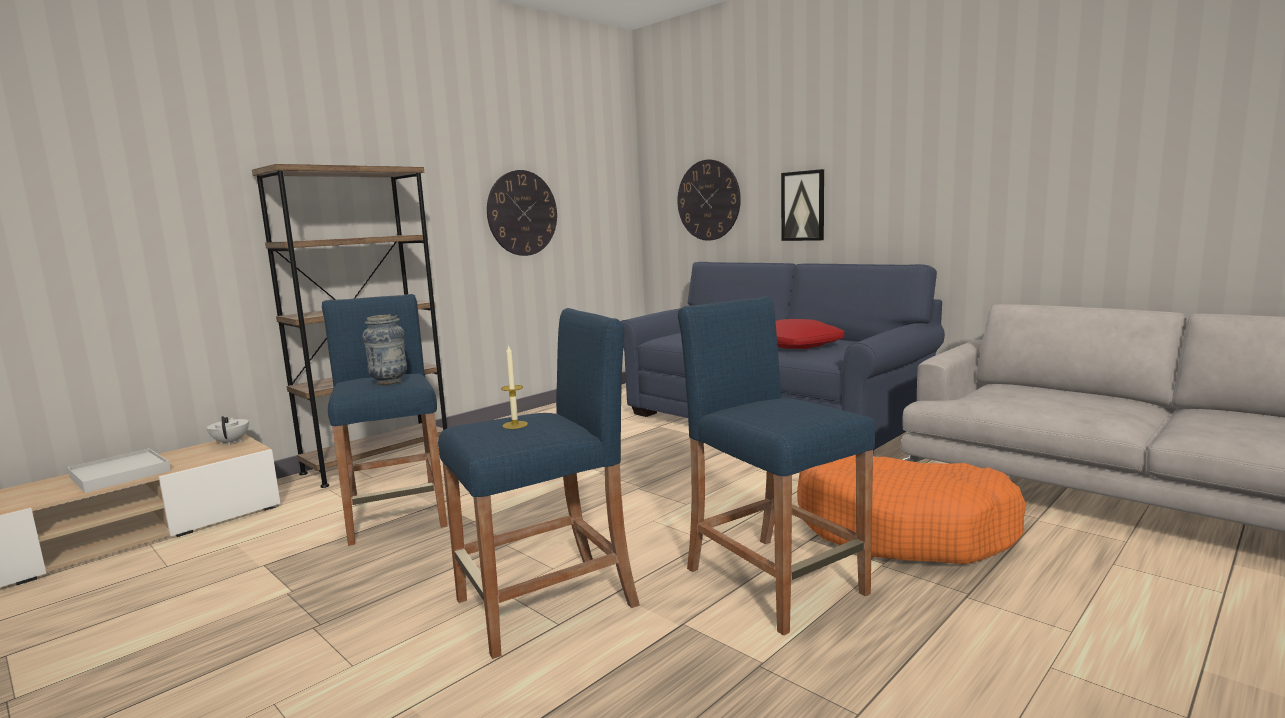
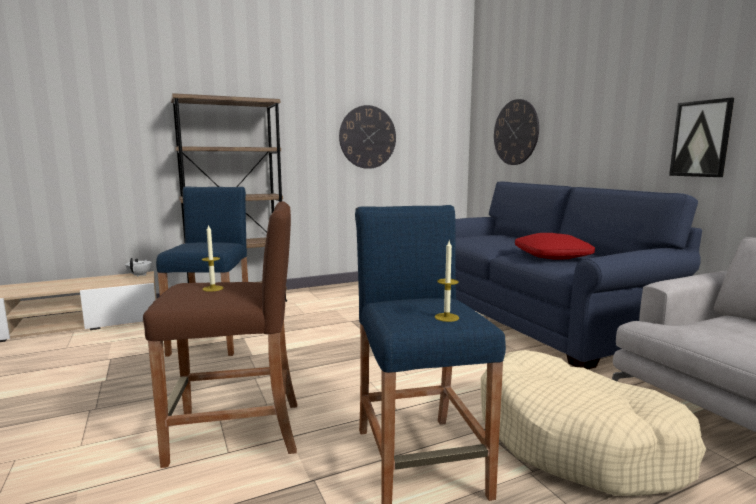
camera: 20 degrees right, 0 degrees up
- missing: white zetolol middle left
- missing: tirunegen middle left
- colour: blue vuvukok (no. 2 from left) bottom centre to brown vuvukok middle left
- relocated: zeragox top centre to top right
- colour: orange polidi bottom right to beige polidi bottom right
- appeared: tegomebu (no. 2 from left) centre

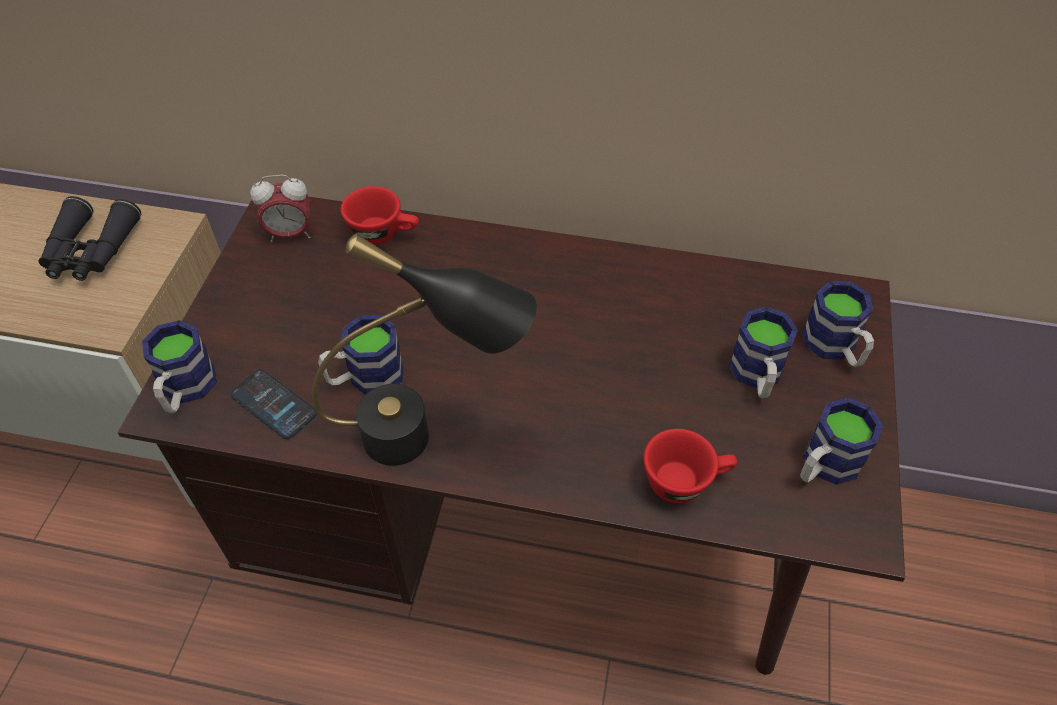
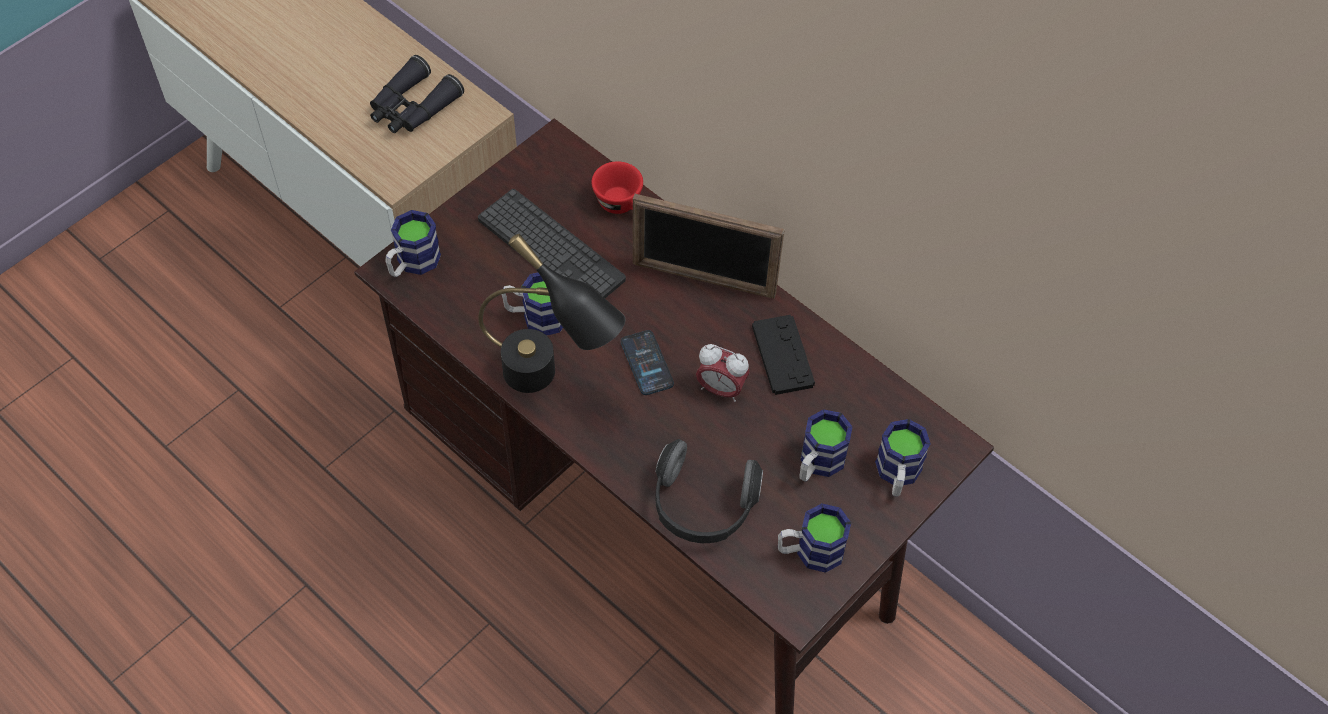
camera: 30 degrees right, 5 degrees up
- relocated: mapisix middle left to centre
- relocated: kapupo top left to centre
- exchanged: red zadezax (no. 2 from left) centre to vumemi bottom centre
- appeared: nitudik centre
- appeared: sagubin centre
- appeared: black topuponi centre

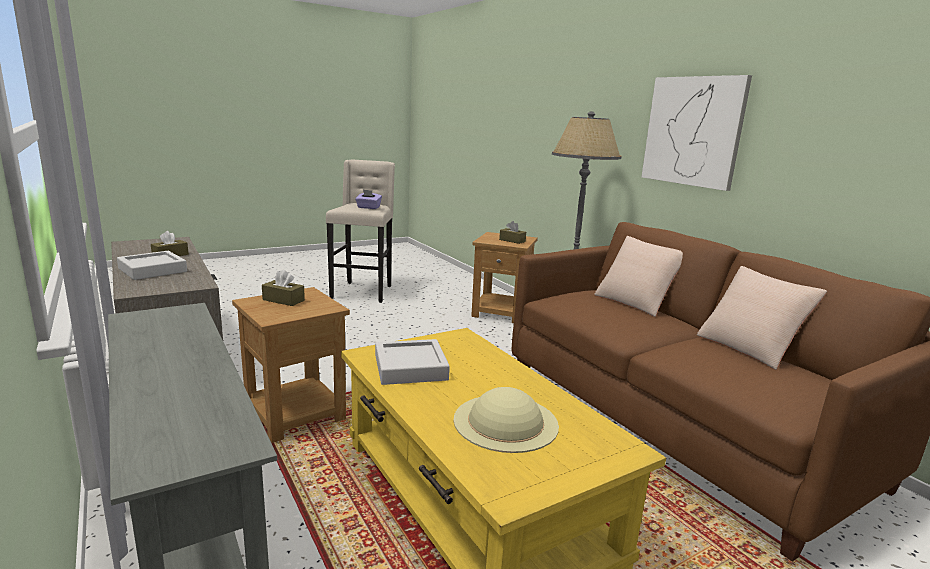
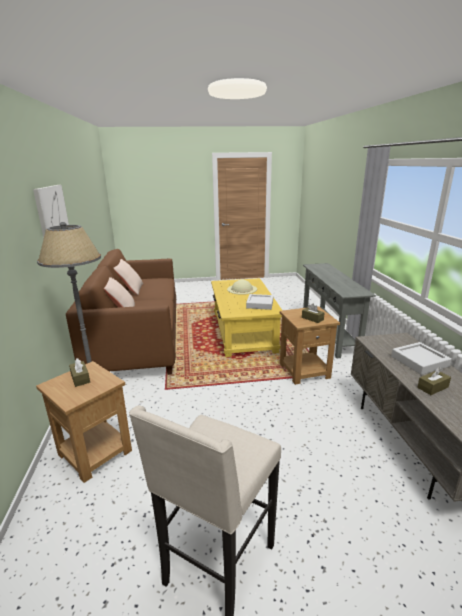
camera: 155 degrees left, 5 degrees up
- missing: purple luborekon centre

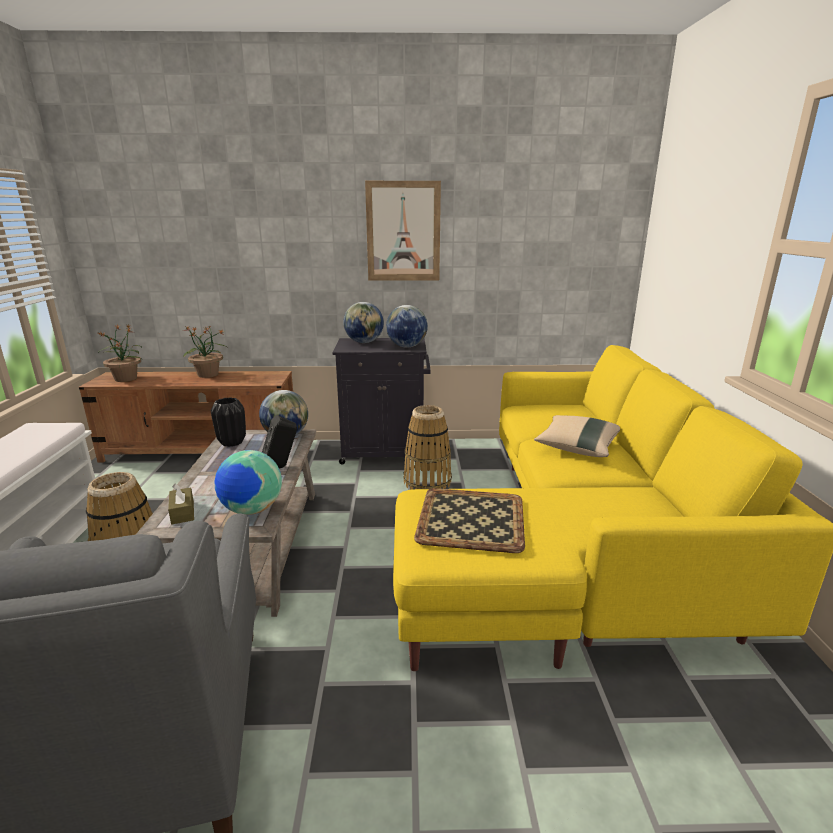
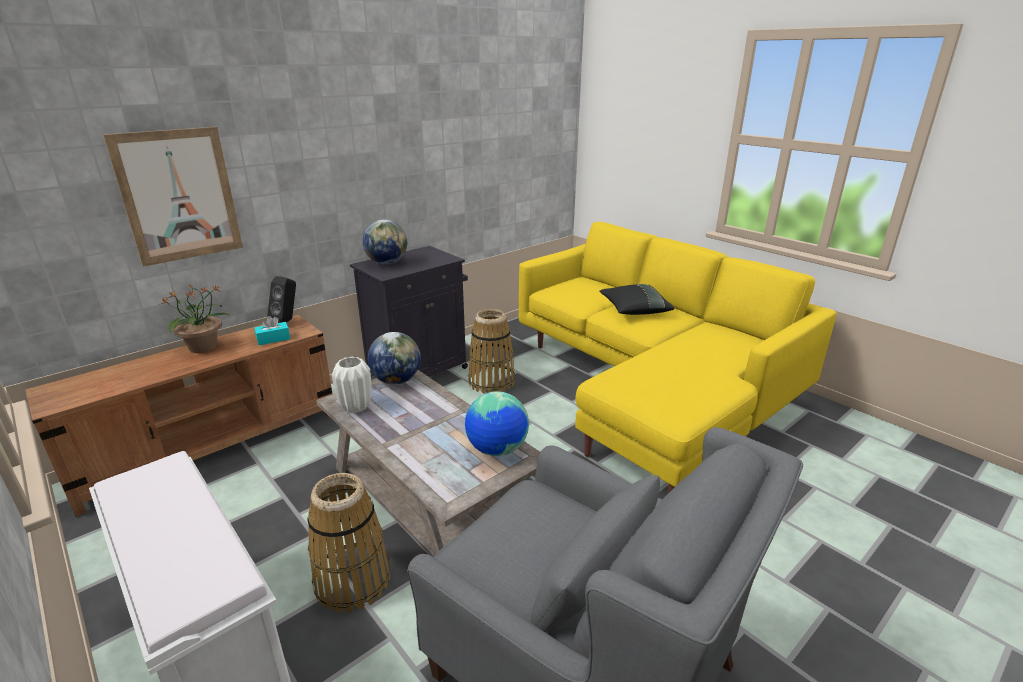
camera: 40 degrees left, 5 degrees up
- missing: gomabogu (no. 1 from left) middle left
- missing: brown luborekon middle left
- colour: black tirunegen middle left to white tirunegen centre
- relocated: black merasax centre to middle left
- relocated: zeragox top centre to top left
- missing: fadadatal (no. 4 from left) centre
- missing: zetolol centre
- colour: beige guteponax middle right to black guteponax centre
- appeared: turquoise luborekon middle left

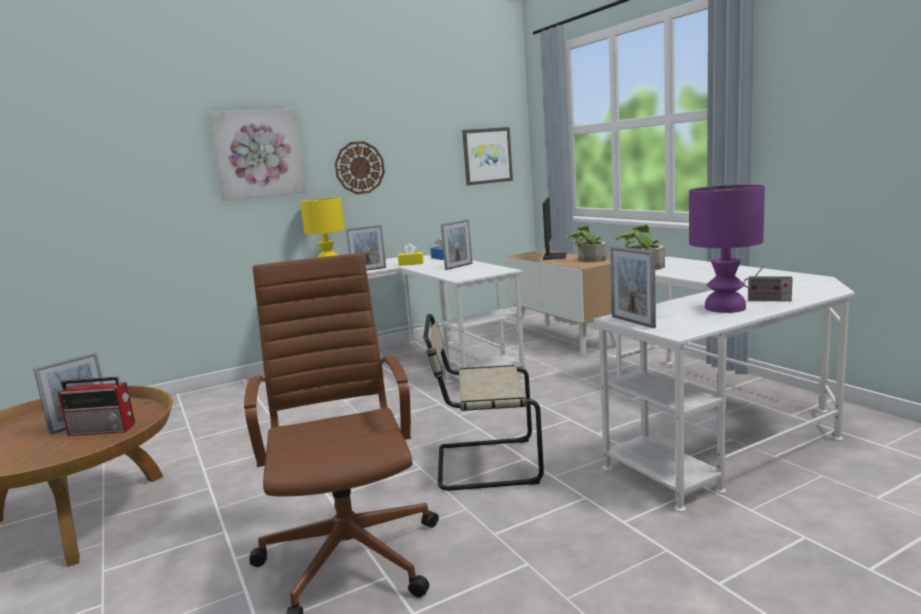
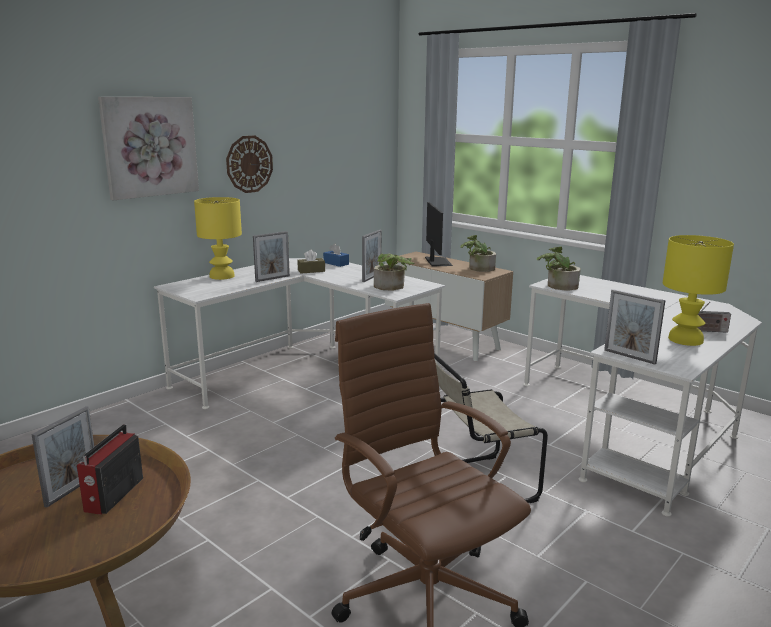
camera: 20 degrees left, 5 degrees up
- spun: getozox (no. 1 from left) middle left = bottom left 120 degrees clockwise
- colour: yellow luborekon centre to brown luborekon centre
- missing: zeragox (no. 2 from left) top centre
- colour: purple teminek middle right to yellow teminek (no. 2 from left) middle right
- appeared: gomabogu (no. 1 from left) centre

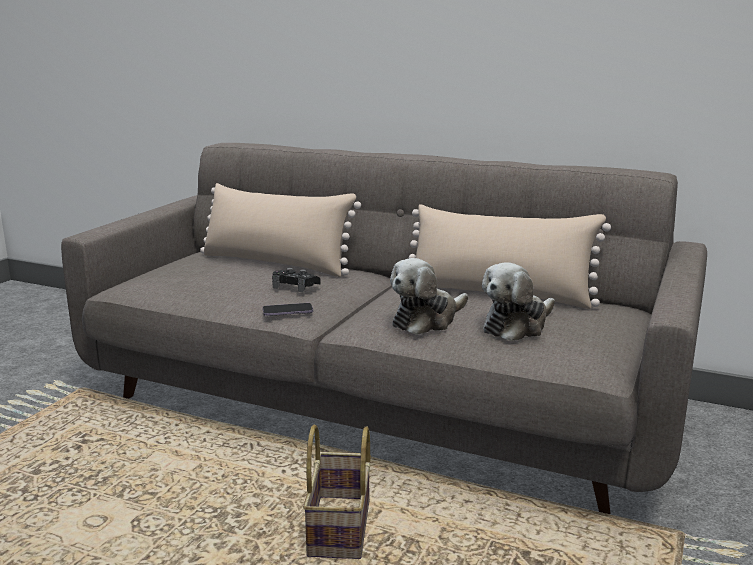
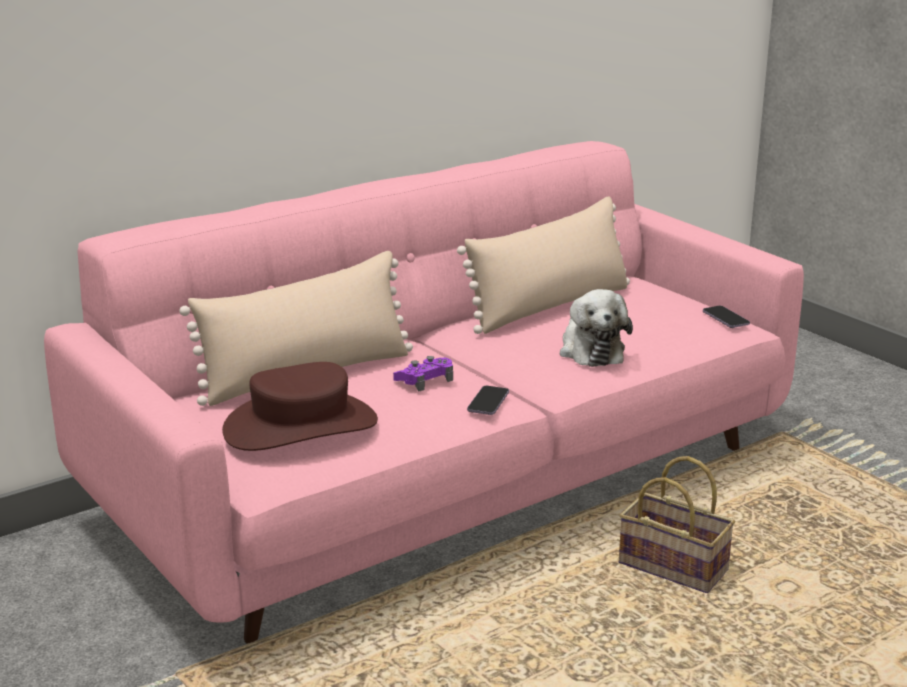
camera: 60 degrees left, 5 degrees up
- colour: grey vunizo centre to pink vunizo centre
- colour: black topuponi centre to purple topuponi centre
- missing: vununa (no. 2 from left) middle right
- appeared: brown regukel middle left
- appeared: mapisix (no. 2 from left) middle right

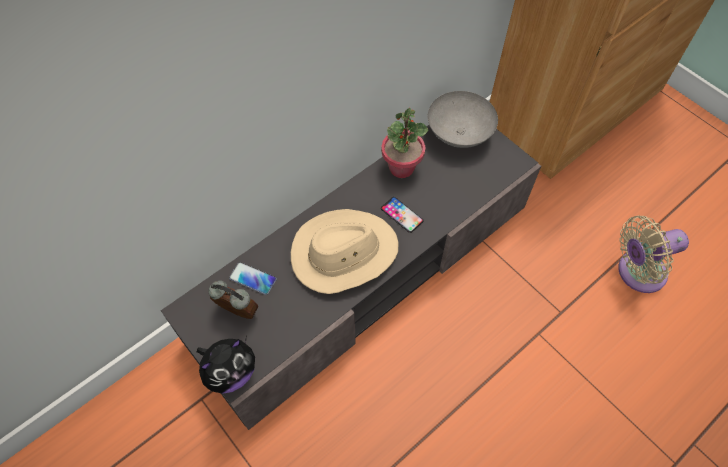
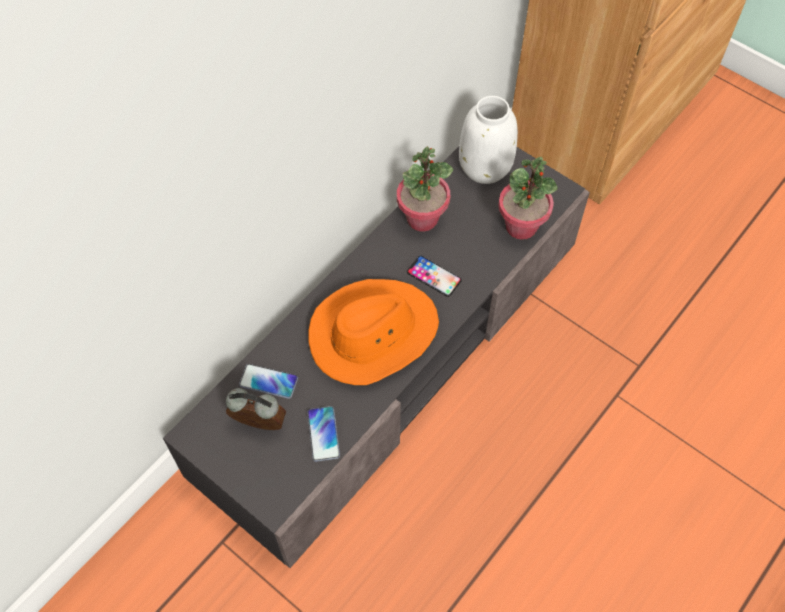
camera: 10 degrees left, 0 degrees up
- missing: vununa bottom left
- colour: beige regukel centre to orange regukel centre
- exchanged: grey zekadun top centre to white tirunegen top centre
- missing: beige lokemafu middle right
- appeared: mapisix (no. 2 from left) bottom centre
- appeared: gomabogu (no. 2 from left) top right

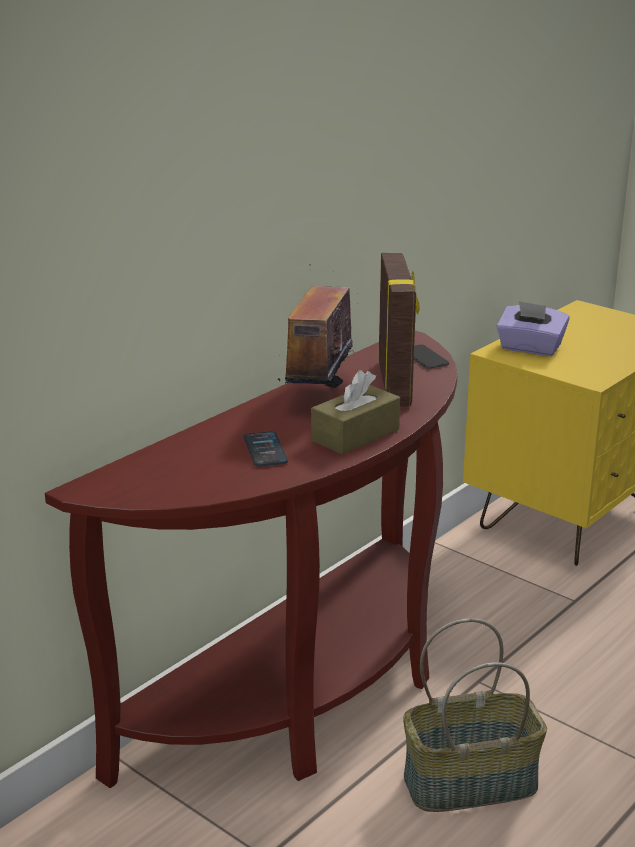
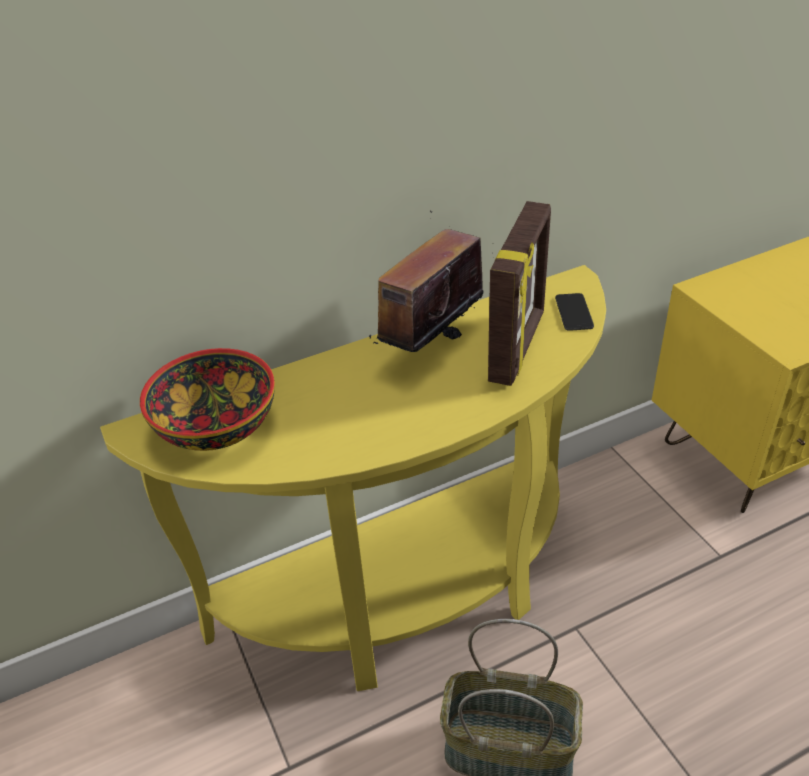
camera: 25 degrees right, 15 degrees up
- colour: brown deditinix centre to yellow deditinix centre
- missing: mapisix (no. 1 from left) centre
- missing: brown luborekon centre
- missing: purple luborekon middle right
- appeared: zekadun middle left

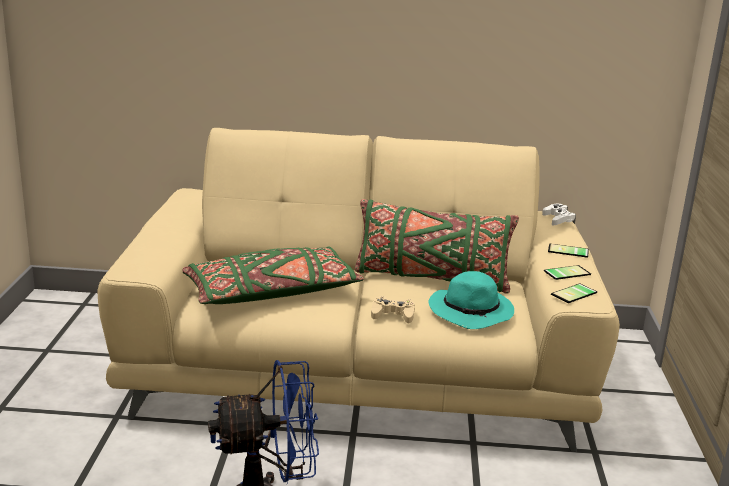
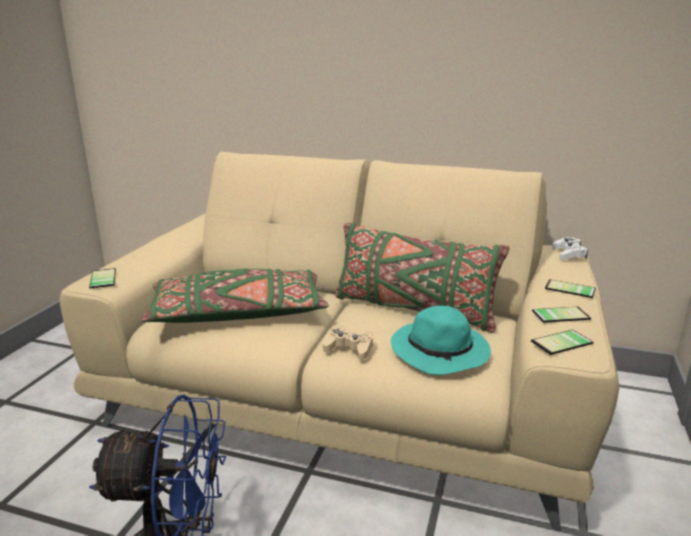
camera: 15 degrees right, 0 degrees up
- appeared: mapisix (no. 1 from left) middle left

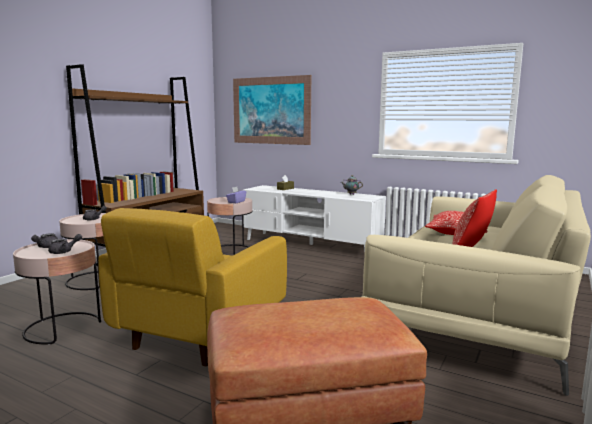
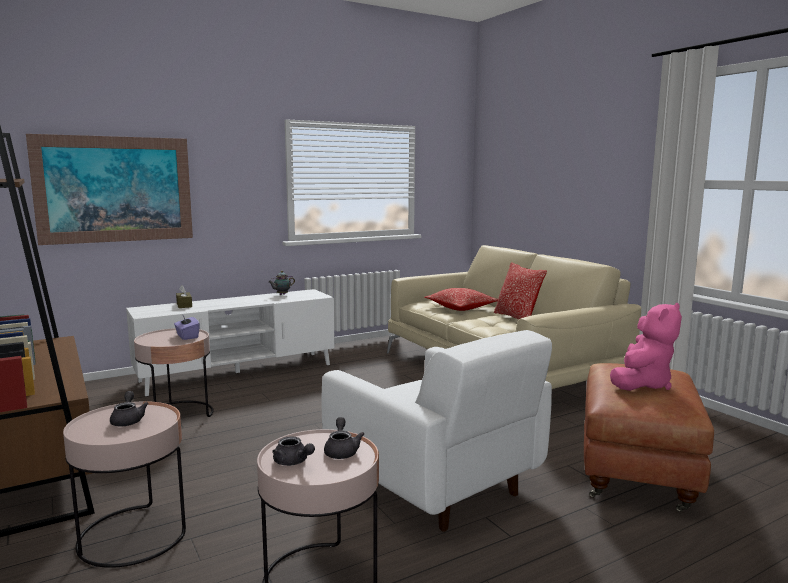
camera: 60 degrees left, 0 degrees up
- colour: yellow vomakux bottom left to white vomakux bottom centre
- appeared: pink vununa middle right

